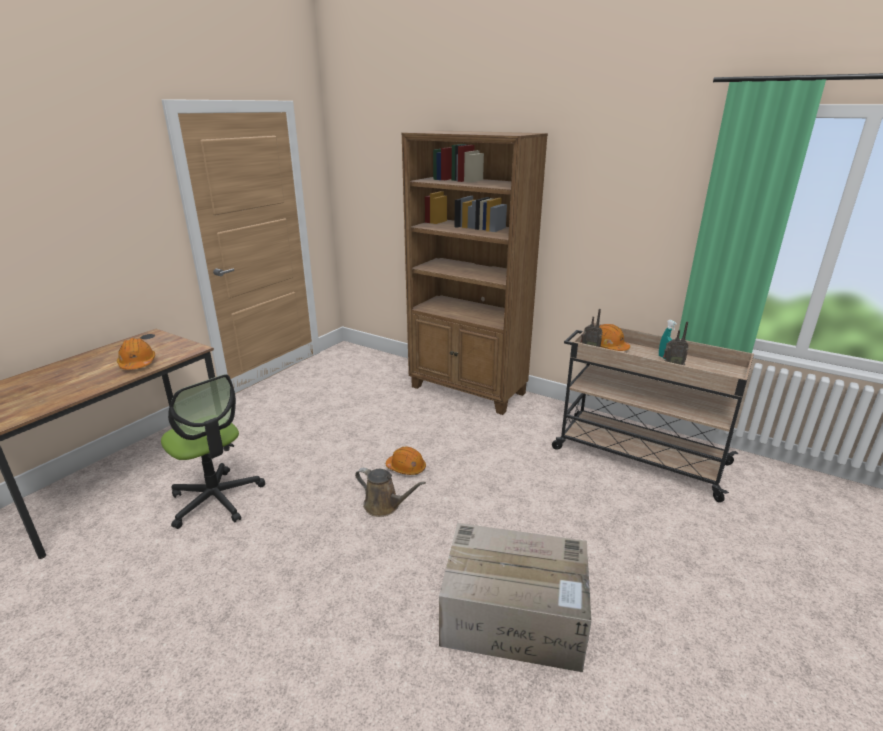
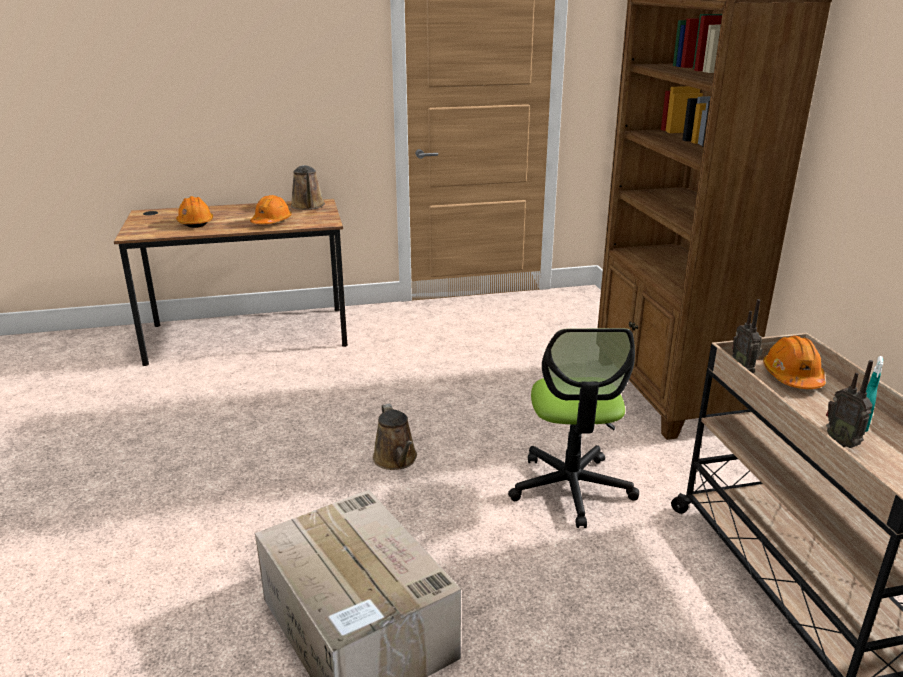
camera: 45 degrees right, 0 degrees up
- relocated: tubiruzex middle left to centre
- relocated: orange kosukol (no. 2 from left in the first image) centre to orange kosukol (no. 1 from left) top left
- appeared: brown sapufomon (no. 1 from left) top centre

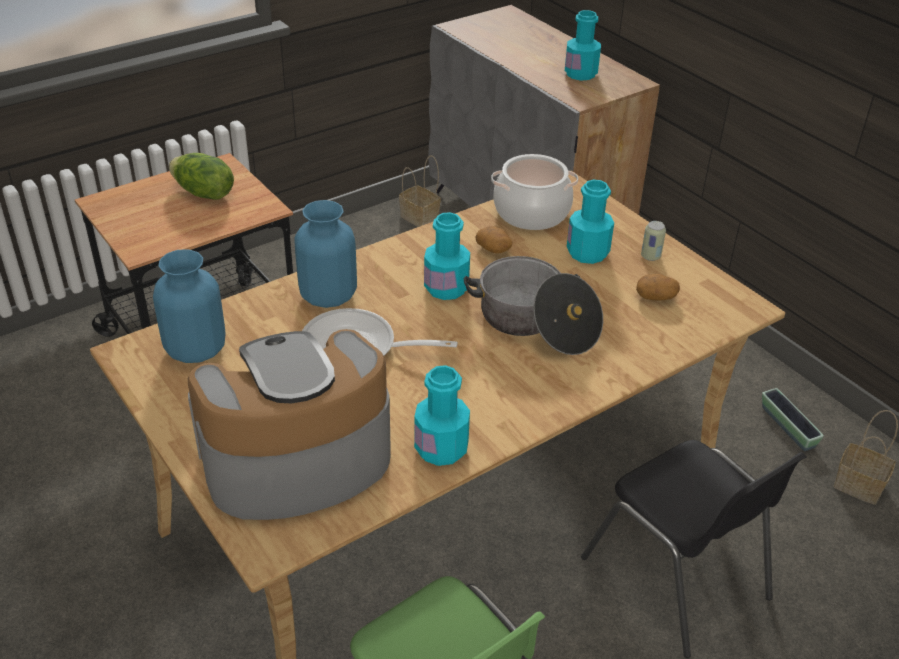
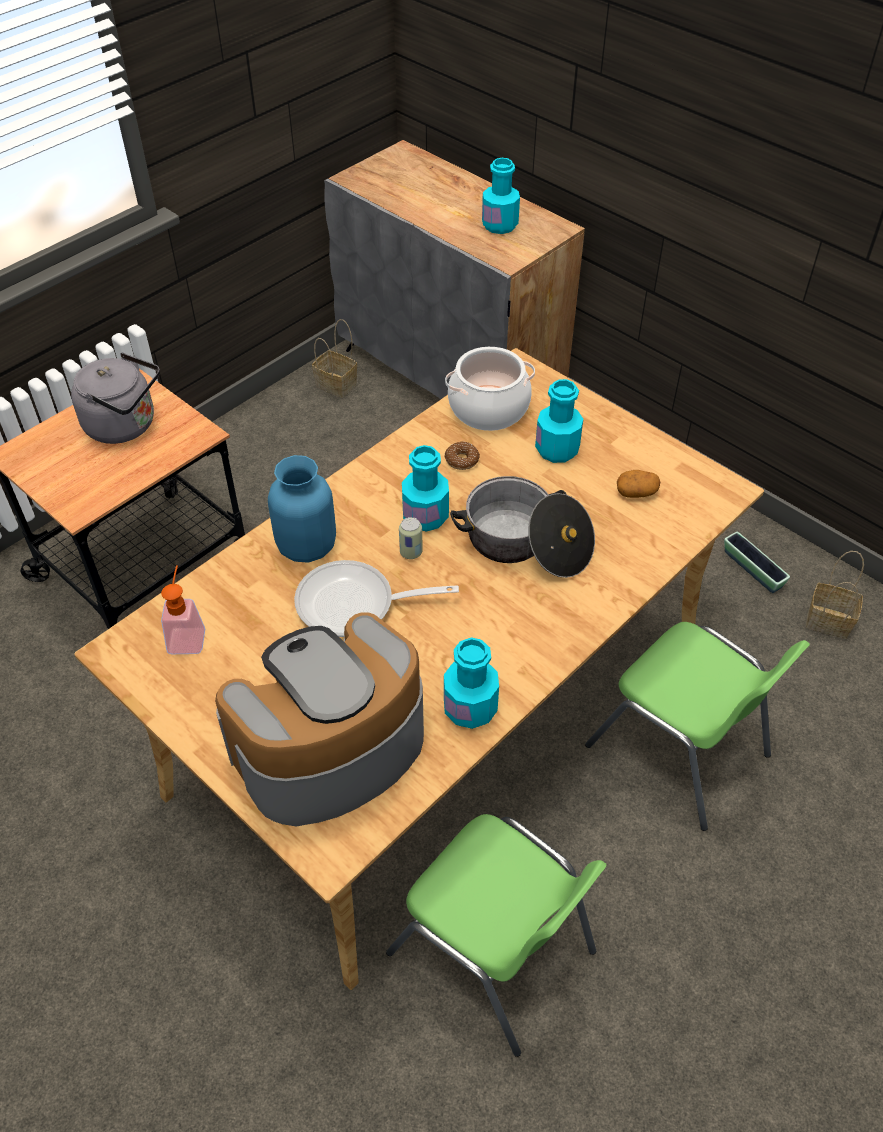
camera: 10 degrees left, 10 degrees up
- exchanged: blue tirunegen (no. 1 from left) middle left to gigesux middle left
- exchanged: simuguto top left to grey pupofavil middle left
- exchanged: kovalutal (no. 1 from left) centre to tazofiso centre
- colour: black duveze bottom right to green duveze (no. 2 from left) middle right
- relocated: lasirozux middle right to centre

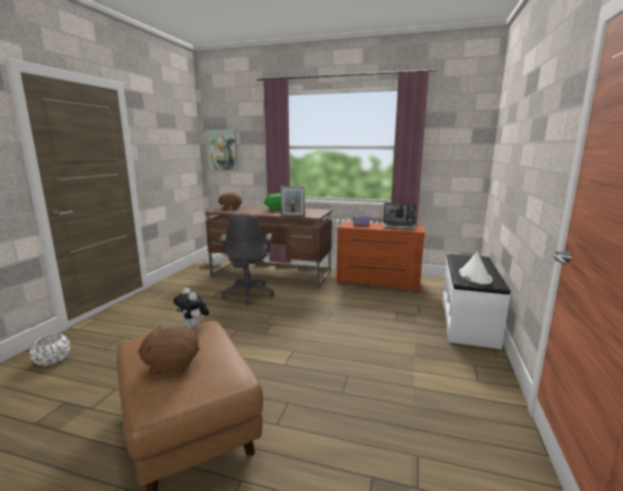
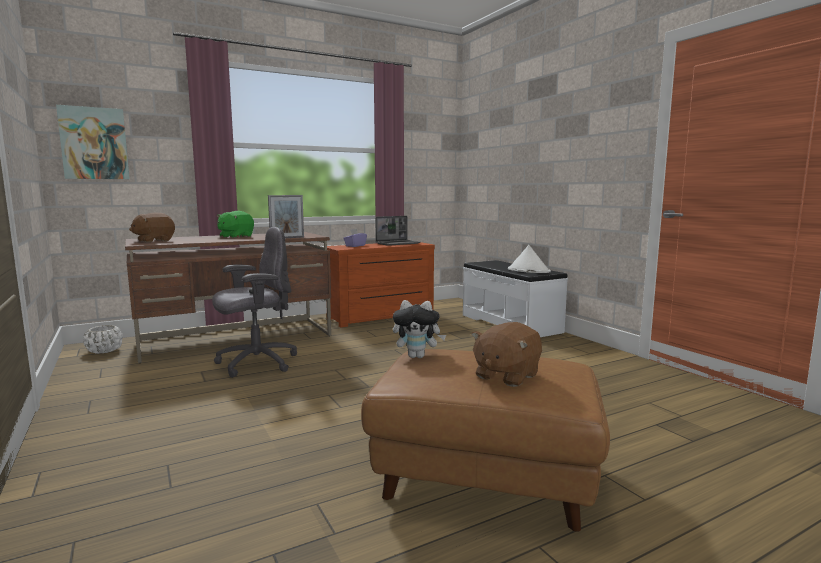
camera: 45 degrees left, 5 degrees down
- missing: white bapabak (no. 1 from left) bottom left
- spun: grey tubiruzex centre = middle left 75 degrees counterclockwise

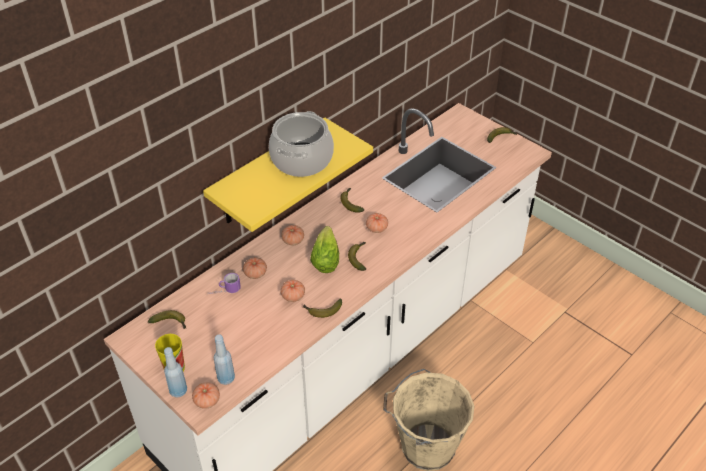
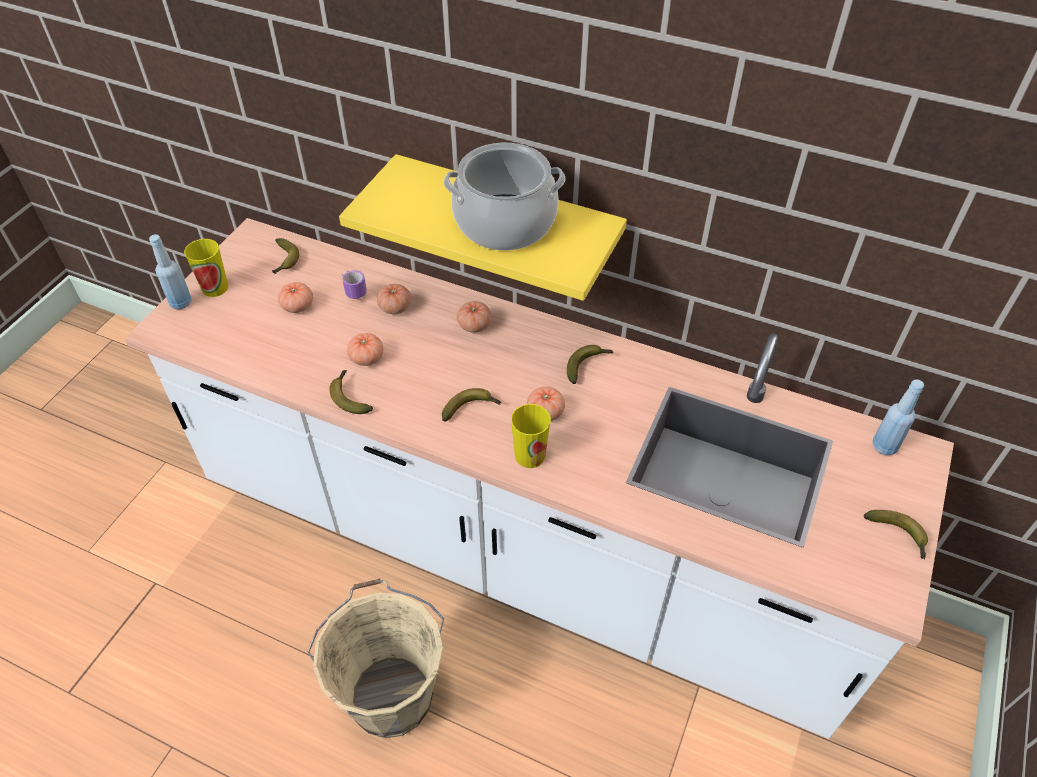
camera: 70 degrees right, 5 degrees up
- relocated: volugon (no. 1 from left) bottom left to middle left
- relocated: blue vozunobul (no. 2 from left) bottom left to middle right
- missing: simuguto centre
- appeared: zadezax (no. 2 from left) centre

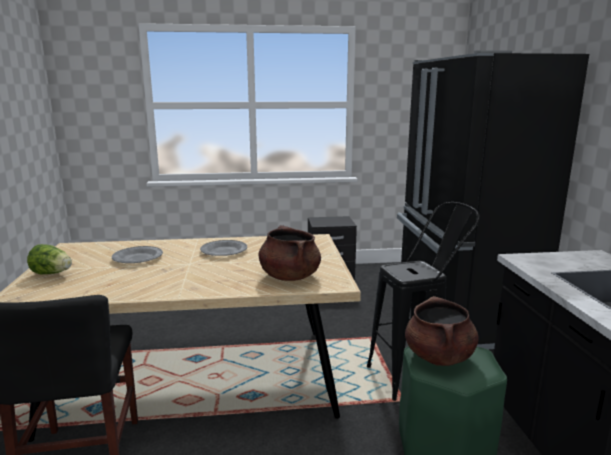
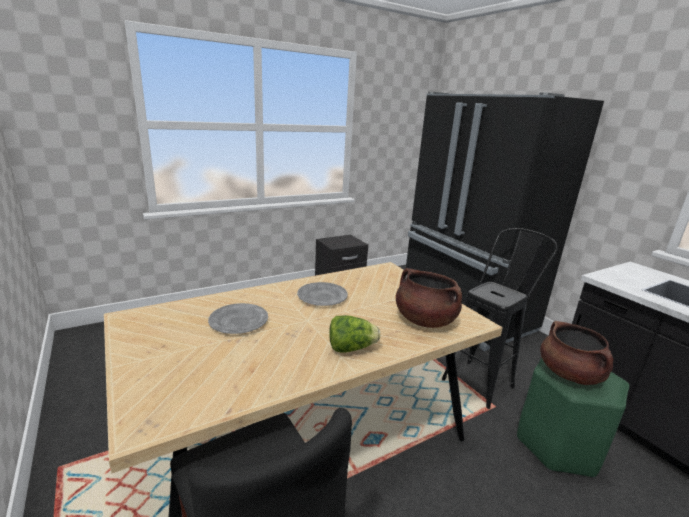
camera: 25 degrees left, 5 degrees up
- relocated: simuguto middle left to centre

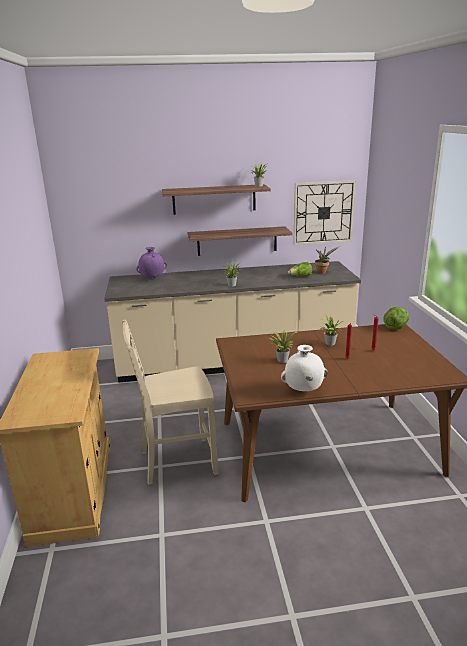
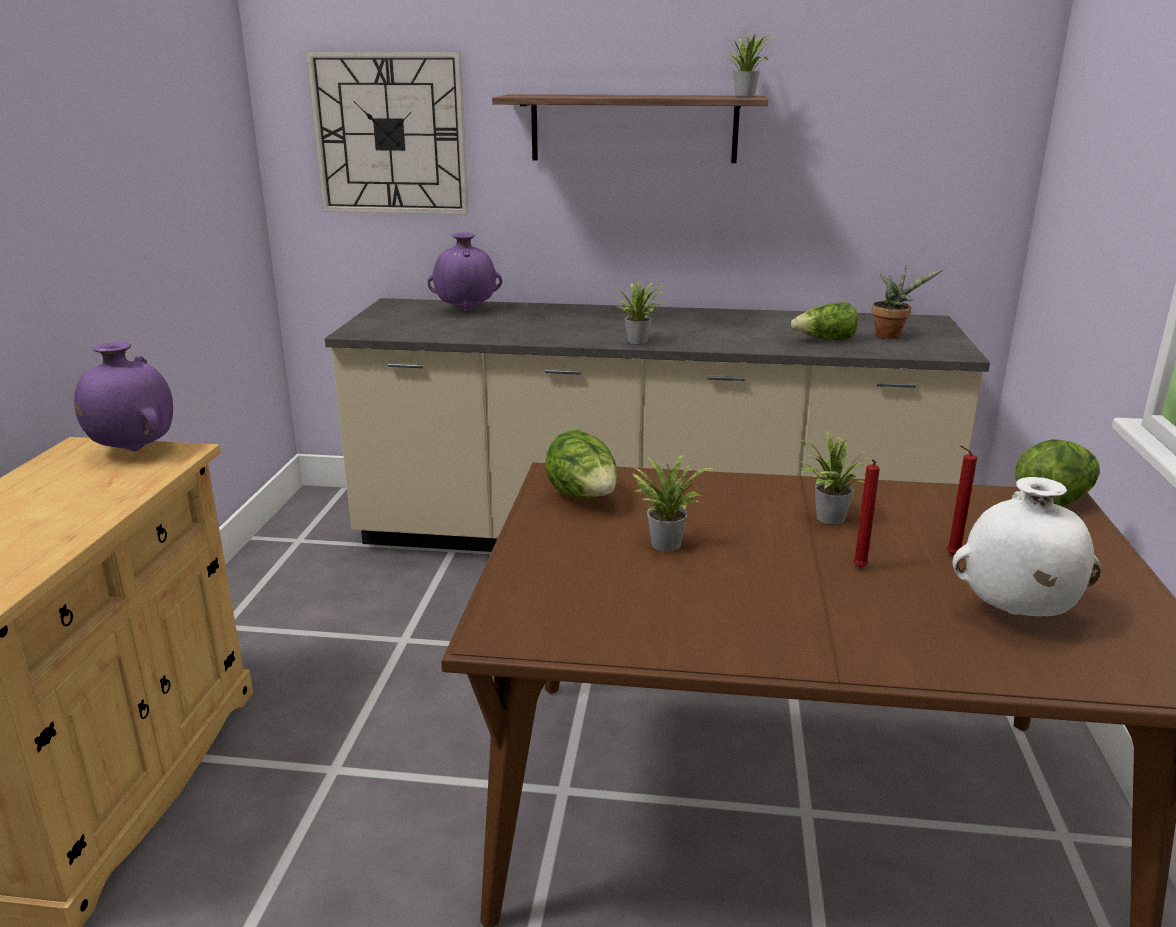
camera: 15 degrees right, 0 degrees up
- missing: beige duveze centre
- missing: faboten (no. 2 from left) centre
- relocated: white tirunegen centre to middle right
- relocated: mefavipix top right to top left
- appeared: purple tirunegen (no. 1 from left) middle left
- appeared: simuguto (no. 1 from left) centre

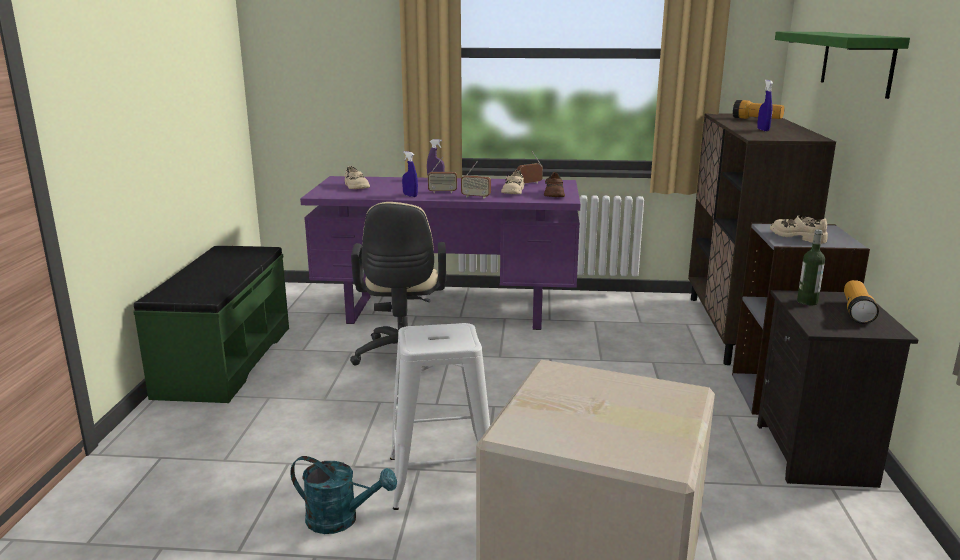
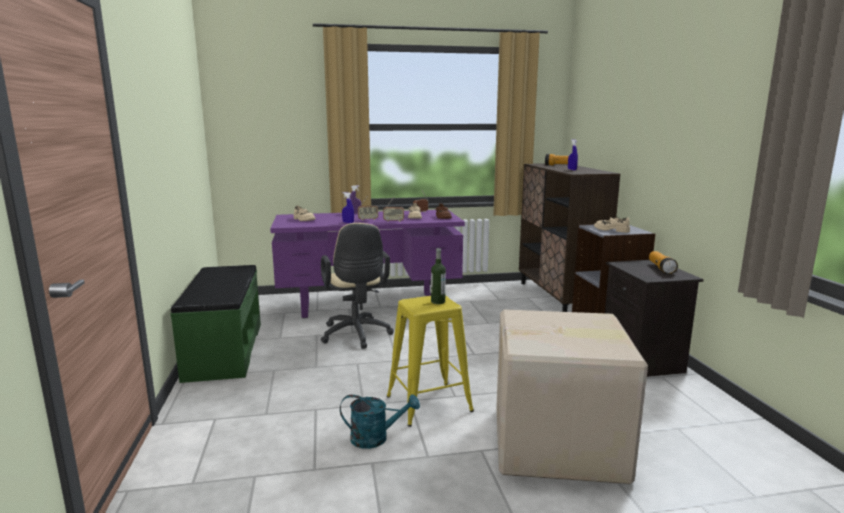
camera: 15 degrees left, 5 degrees down
- colour: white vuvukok bottom centre to yellow vuvukok bottom centre
- missing: green faboten top right
- relocated: vozunobul middle right to centre

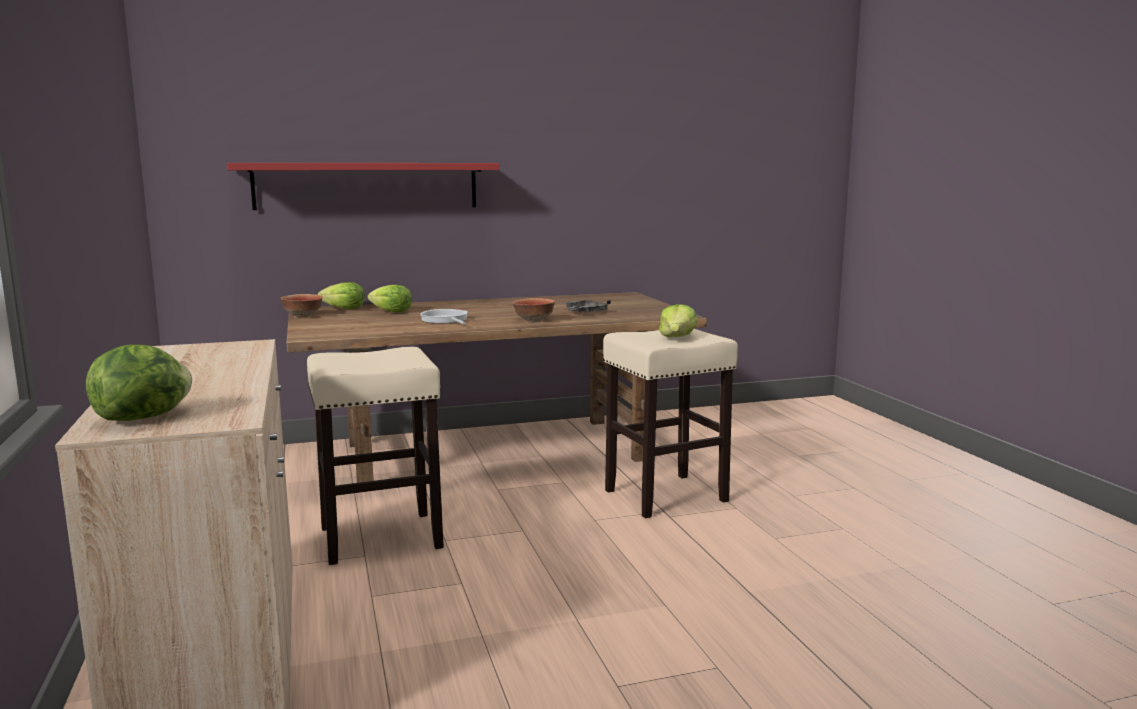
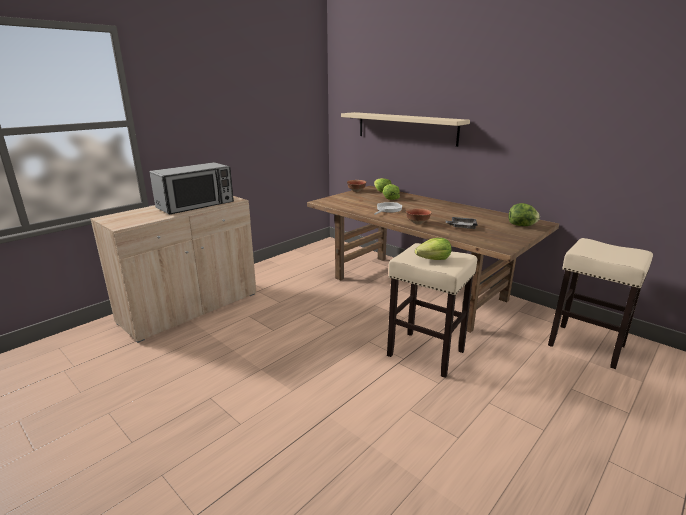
camera: 60 degrees right, 10 degrees up
- relocated: simuguto (no. 1 from left in the first image) middle left to simuguto (no. 4 from left) middle right
- colour: red faboten top left to beige faboten top centre
- relocated: beige vuvukok (no. 1 from left in the first image) middle left to beige vuvukok (no. 2 from left) middle right
- appeared: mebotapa middle left

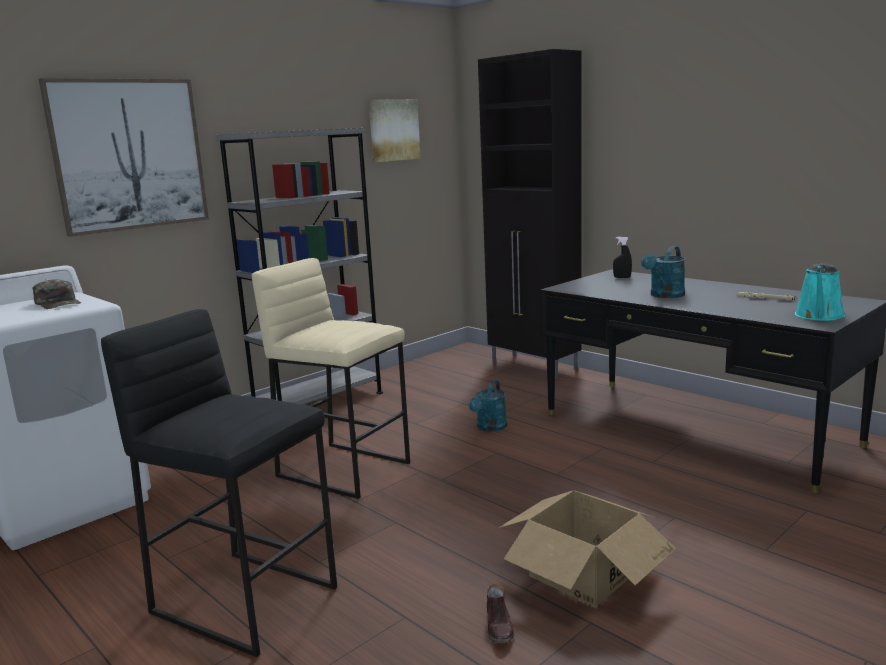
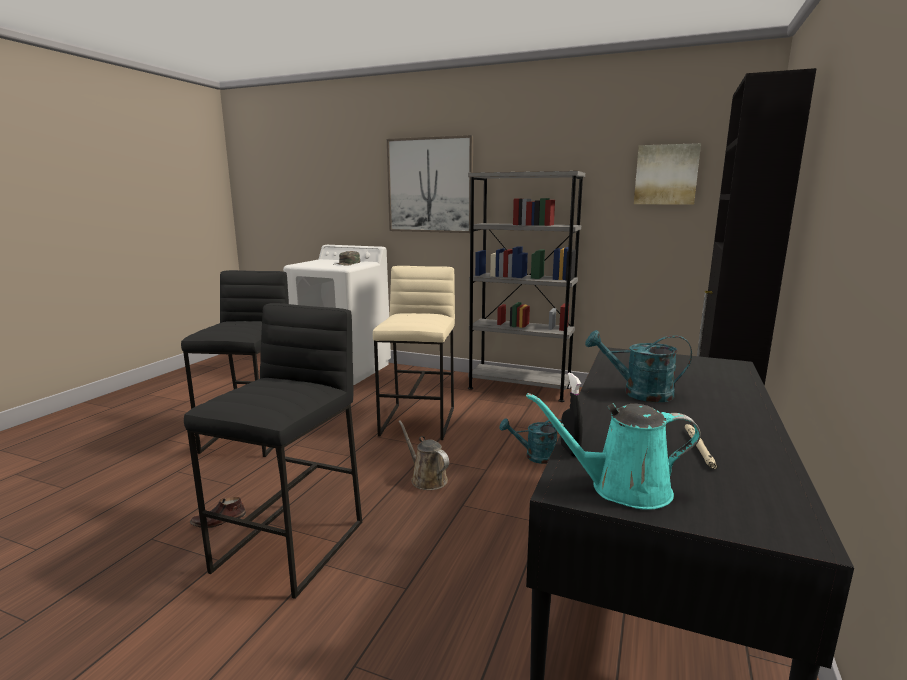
camera: 65 degrees right, 0 degrees up
- exchanged: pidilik bottom centre to black vuvukok (no. 2 from left) middle left
- relocated: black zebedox middle right to centre
- appeared: brown sapufomon bottom centre

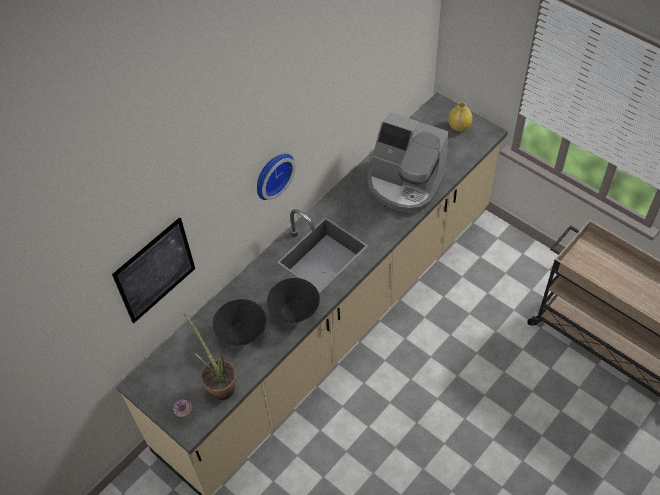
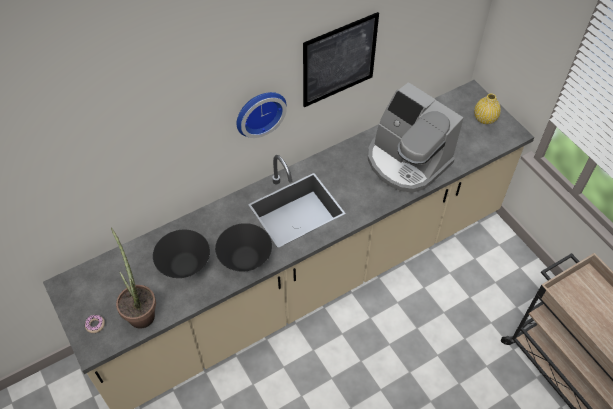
camera: 15 degrees right, 0 degrees up
- relocated: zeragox middle left to top centre

